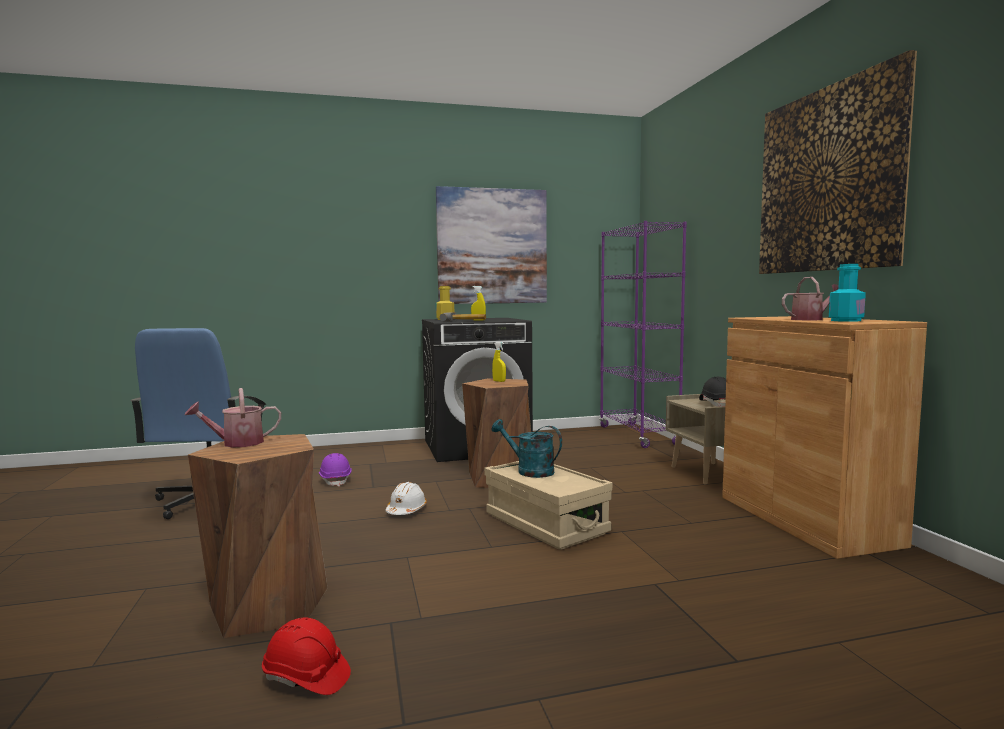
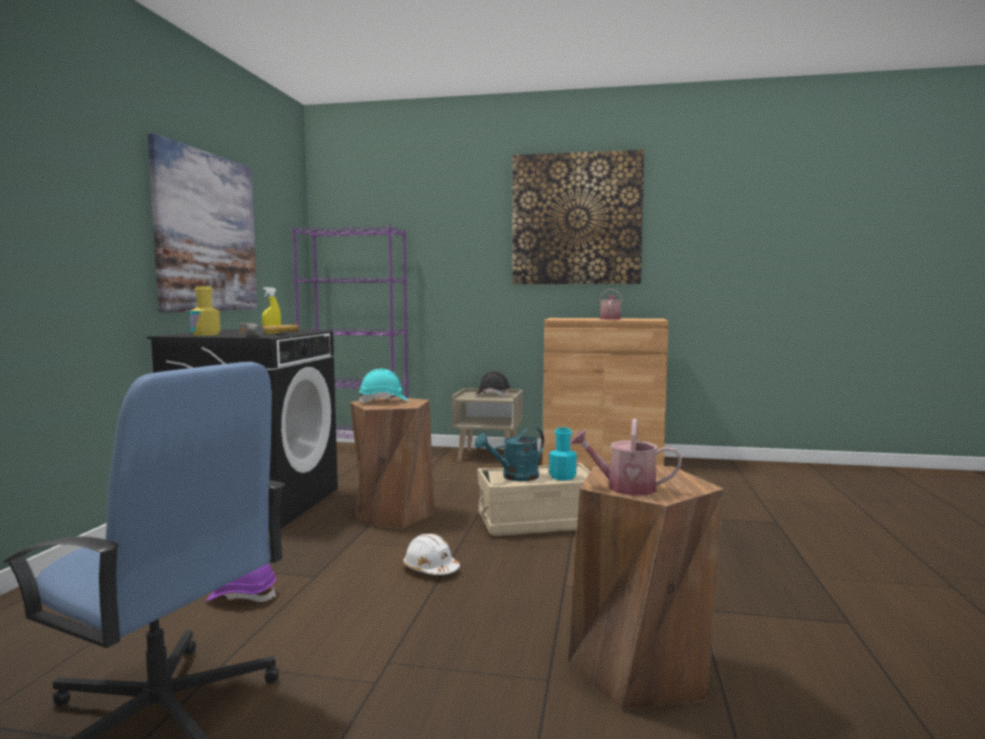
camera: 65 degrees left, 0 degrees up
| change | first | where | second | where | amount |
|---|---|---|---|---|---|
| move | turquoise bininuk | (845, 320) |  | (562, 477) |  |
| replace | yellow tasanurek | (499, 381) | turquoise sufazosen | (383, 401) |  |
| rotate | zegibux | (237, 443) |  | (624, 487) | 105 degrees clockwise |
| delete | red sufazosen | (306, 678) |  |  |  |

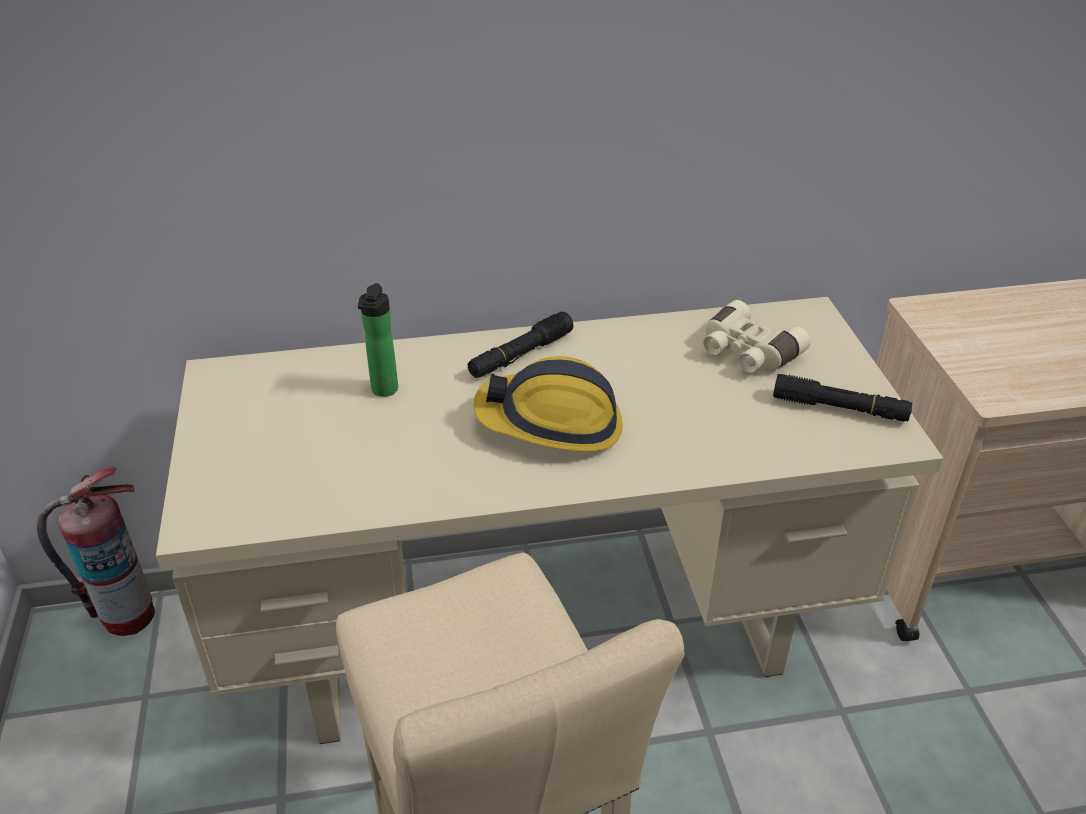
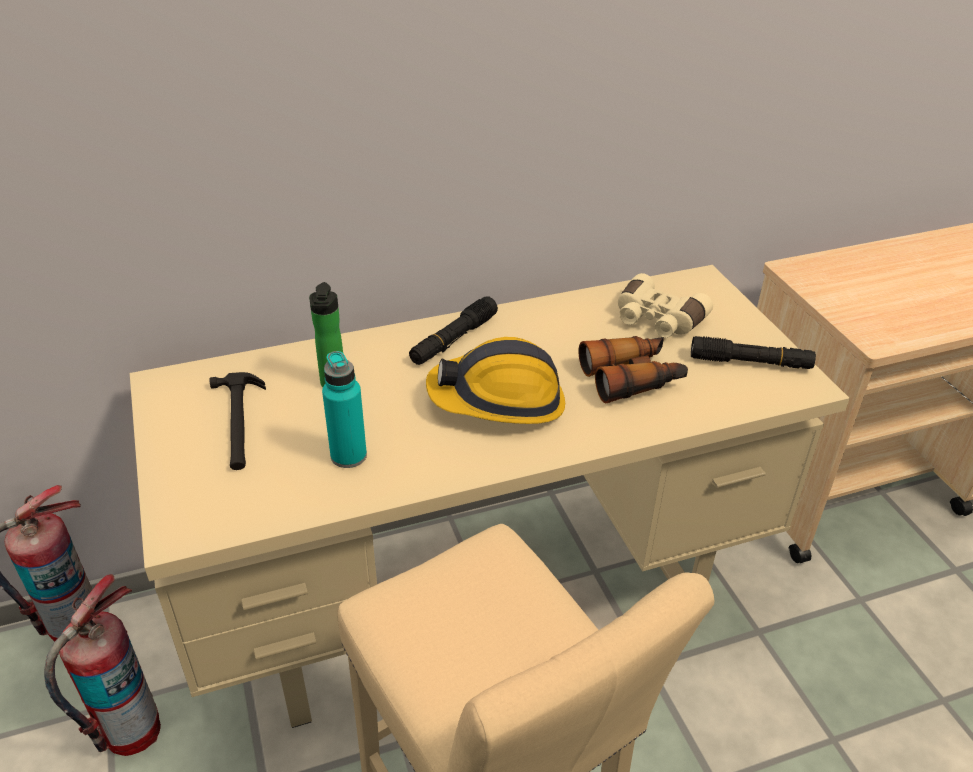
camera: 10 degrees left, 0 degrees up
| change | first | where | second | where | amount |
|---|---|---|---|---|---|
| insert |  |  | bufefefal | (632, 378) |  |
| insert |  |  | turquoise bininuk | (348, 456) |  |
| insert |  |  | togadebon | (239, 422) |  |
| insert |  |  | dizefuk | (130, 731) |  |

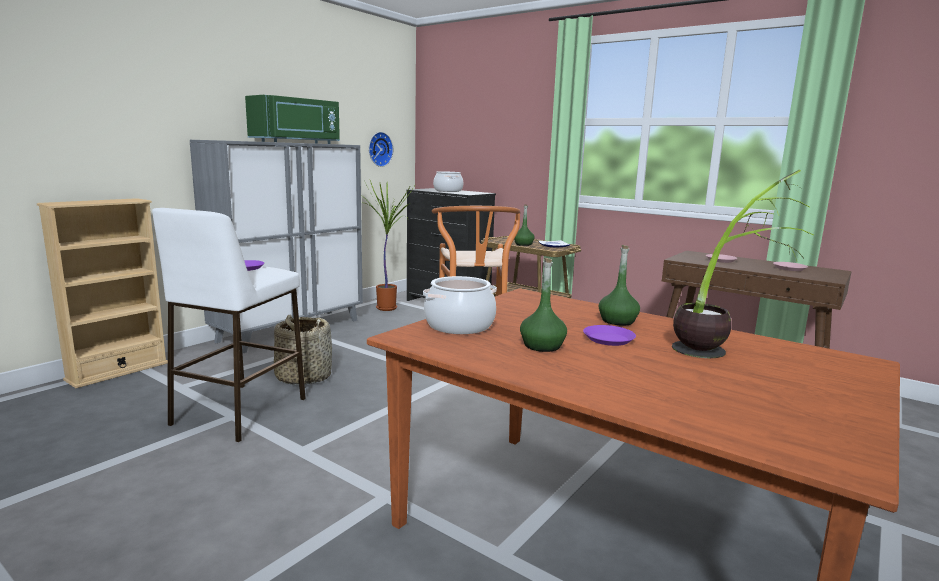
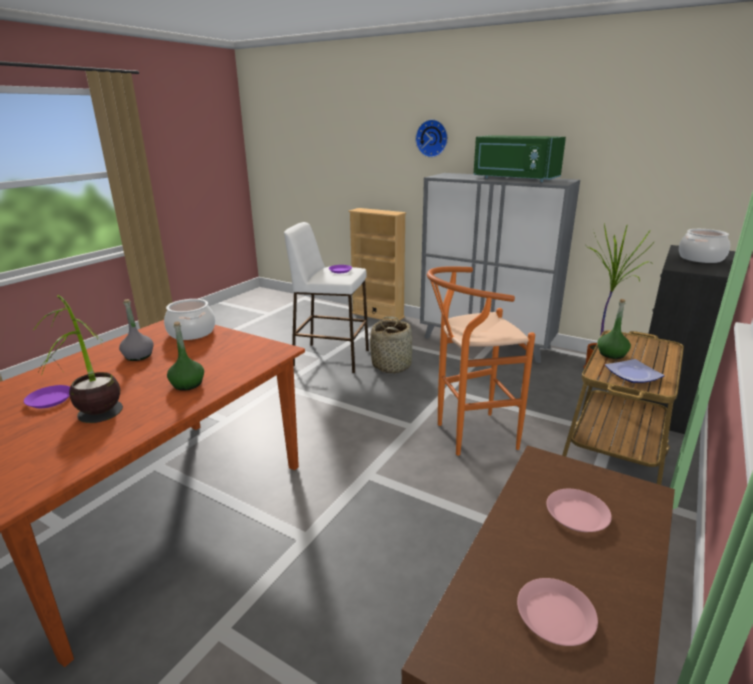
camera: 85 degrees right, 10 degrees up
| change | first | where | second | where | amount |
|---|---|---|---|---|---|
| move | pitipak | (379, 149) |  | (432, 138) |  |
| recolor | green bininuk | (542, 346) | grey bininuk | (138, 356) |  |
| move | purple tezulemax | (609, 339) |  | (49, 400) |  |

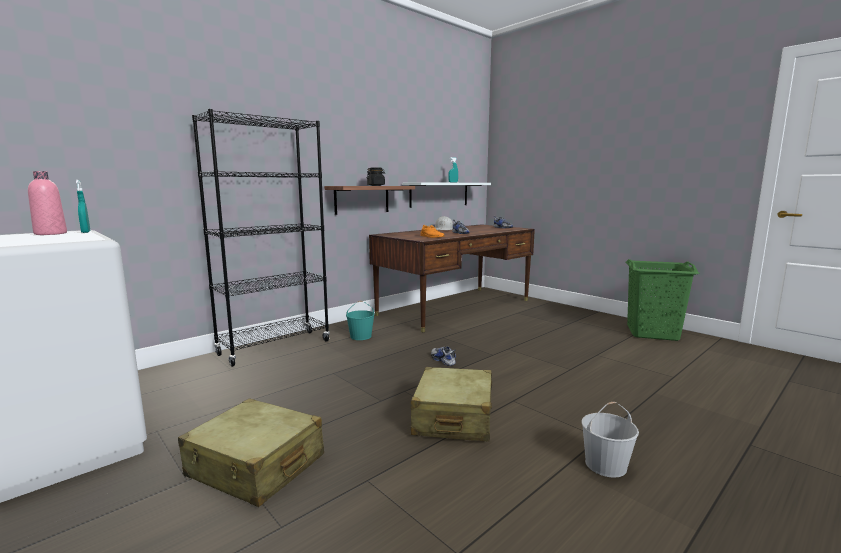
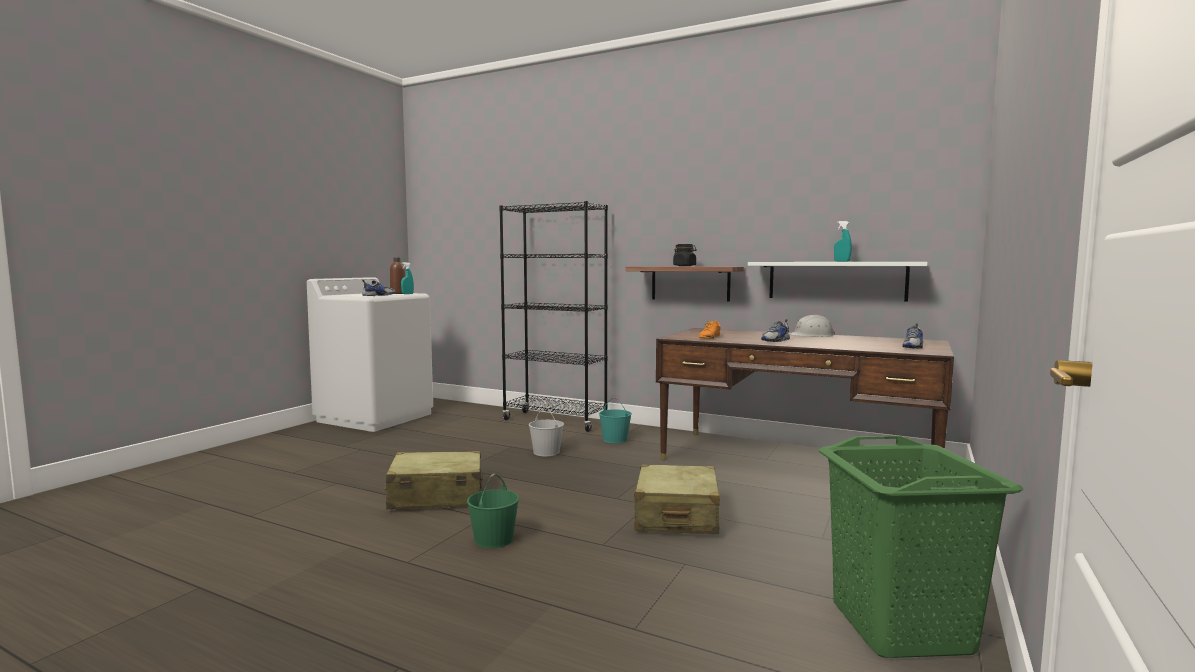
camera: 70 degrees right, 5 degrees down
| change | first | where | second | where | amount |
|---|---|---|---|---|---|
| recolor | pink bininuk | (50, 233) | brown bininuk | (398, 293) |  |
| move | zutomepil | (442, 360) |  | (378, 295) |  |
| move | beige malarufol | (256, 466) |  | (676, 516) |  |
| move | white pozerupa | (605, 465) |  | (546, 452) |  |
| insert |  |  | green pozerupa | (494, 540) |  |

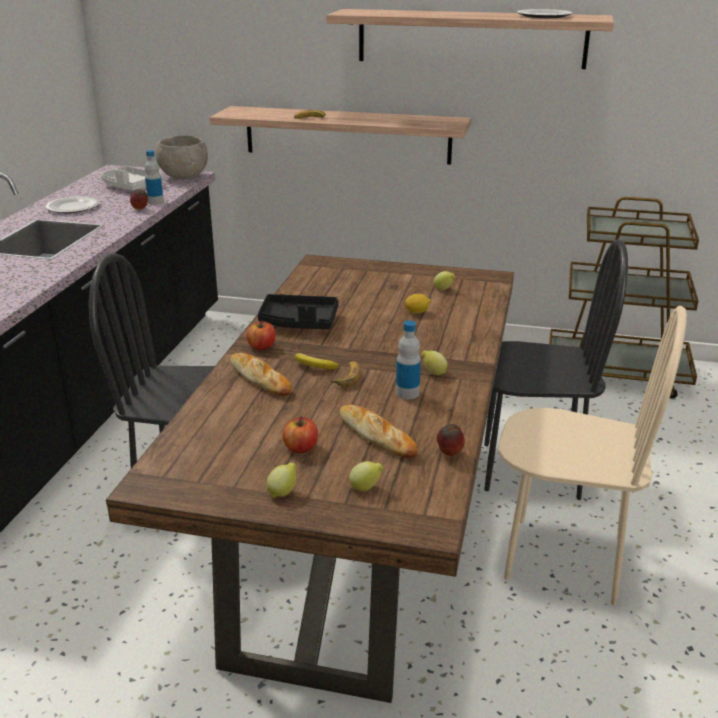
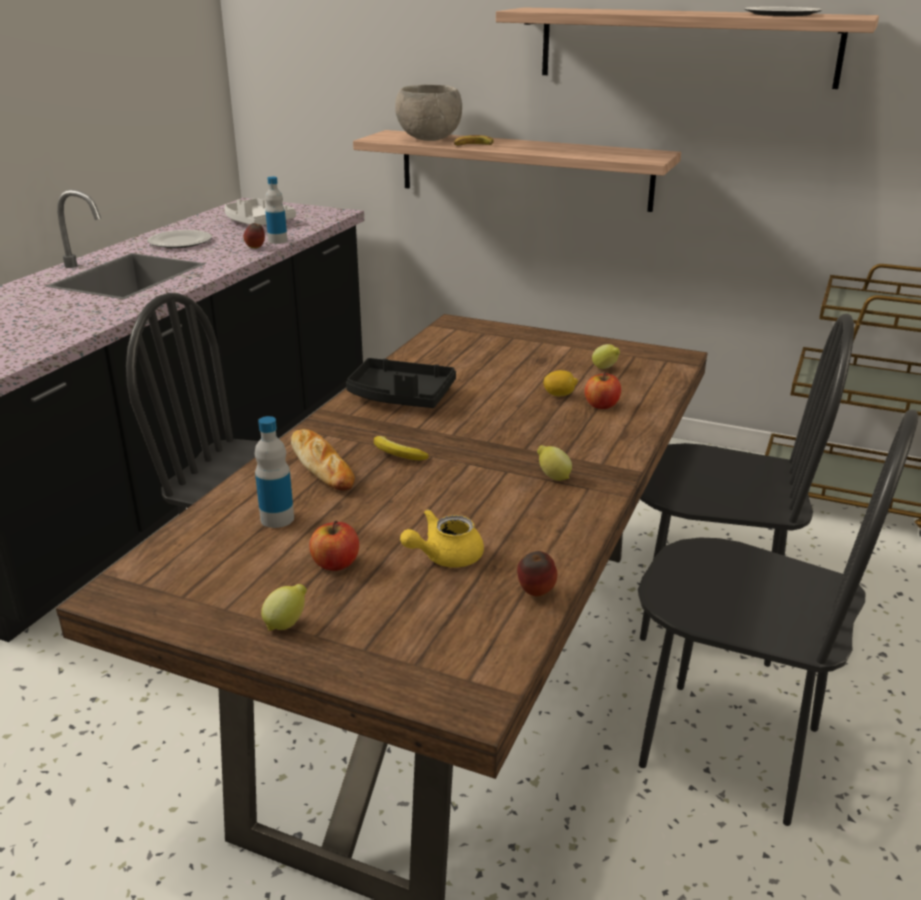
camera: 10 degrees right, 0 degrees up
| change | first | where | second | where | amount |
|---|---|---|---|---|---|
| move | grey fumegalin | (183, 177) |  | (428, 139) |  |
| recolor | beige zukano | (565, 558) | black zukano | (730, 748) |  |
| move | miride | (262, 347) |  | (601, 405) |  |
| move | bininuk | (407, 393) |  | (277, 519) |  |
| delete | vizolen | (347, 377) |  |  |  |
| replace | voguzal | (377, 436) | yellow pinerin | (444, 557) |  |
| delete | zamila | (366, 488) |  |  |  |

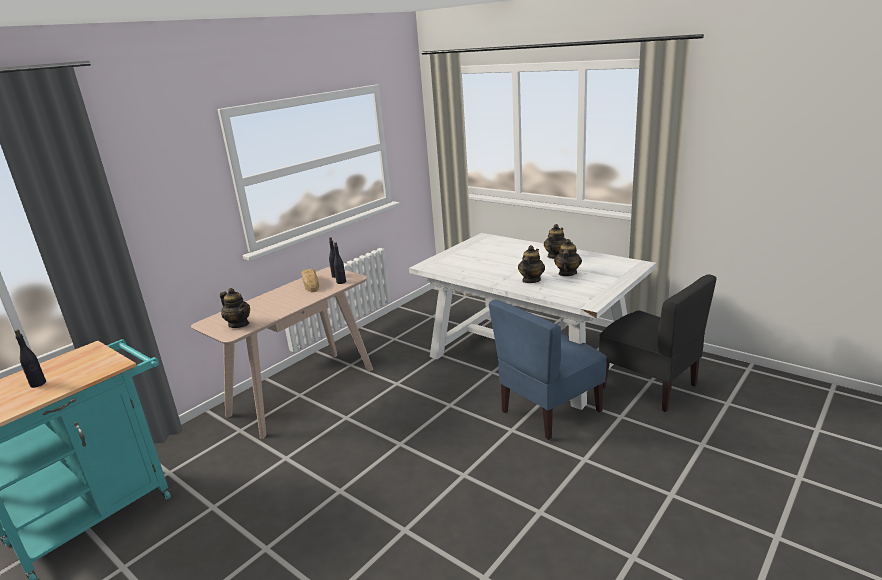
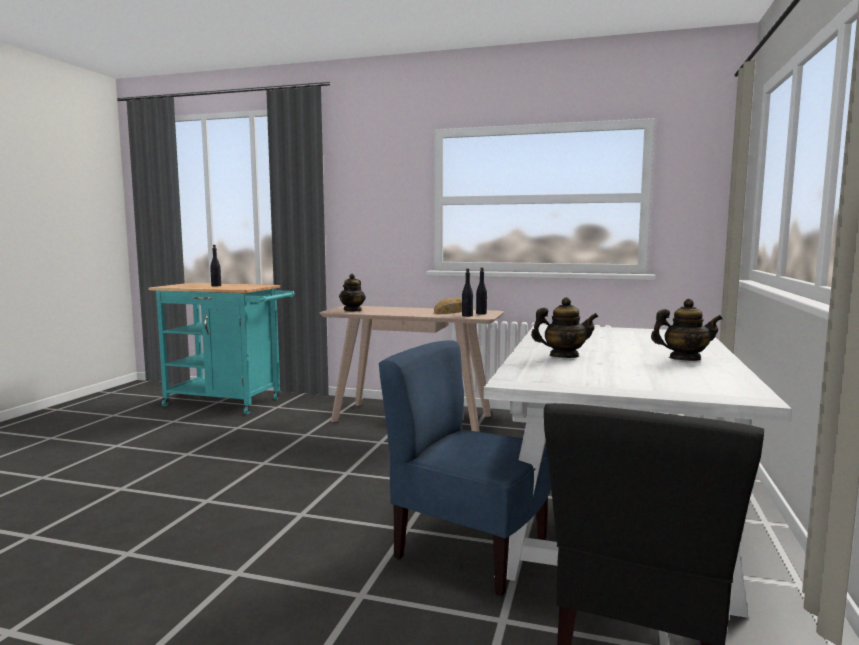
camera: 65 degrees right, 15 degrees down
| change | first | where | second | where | amount |
|---|---|---|---|---|---|
| delete | pinerin | (567, 273) |  |  |  |

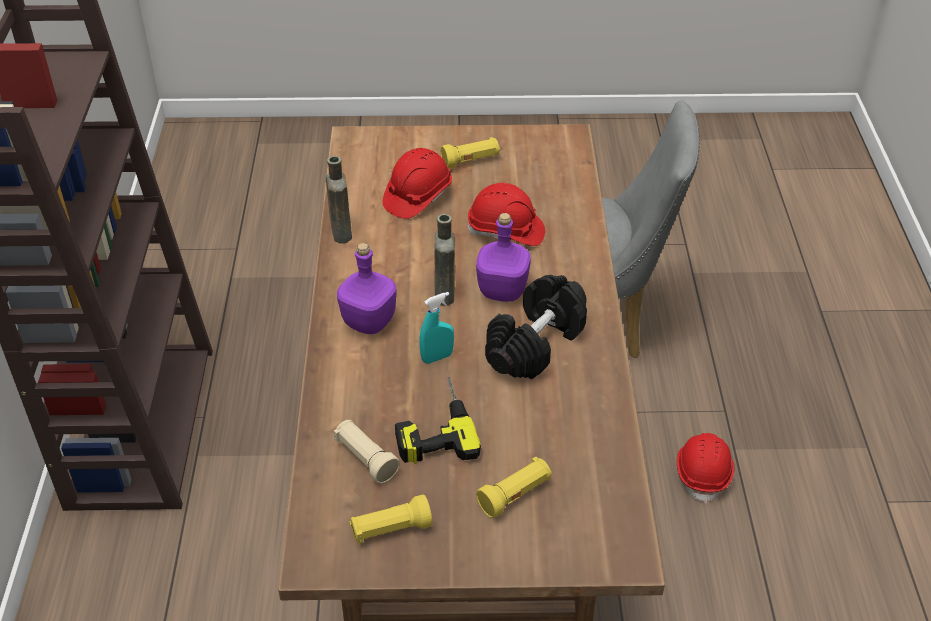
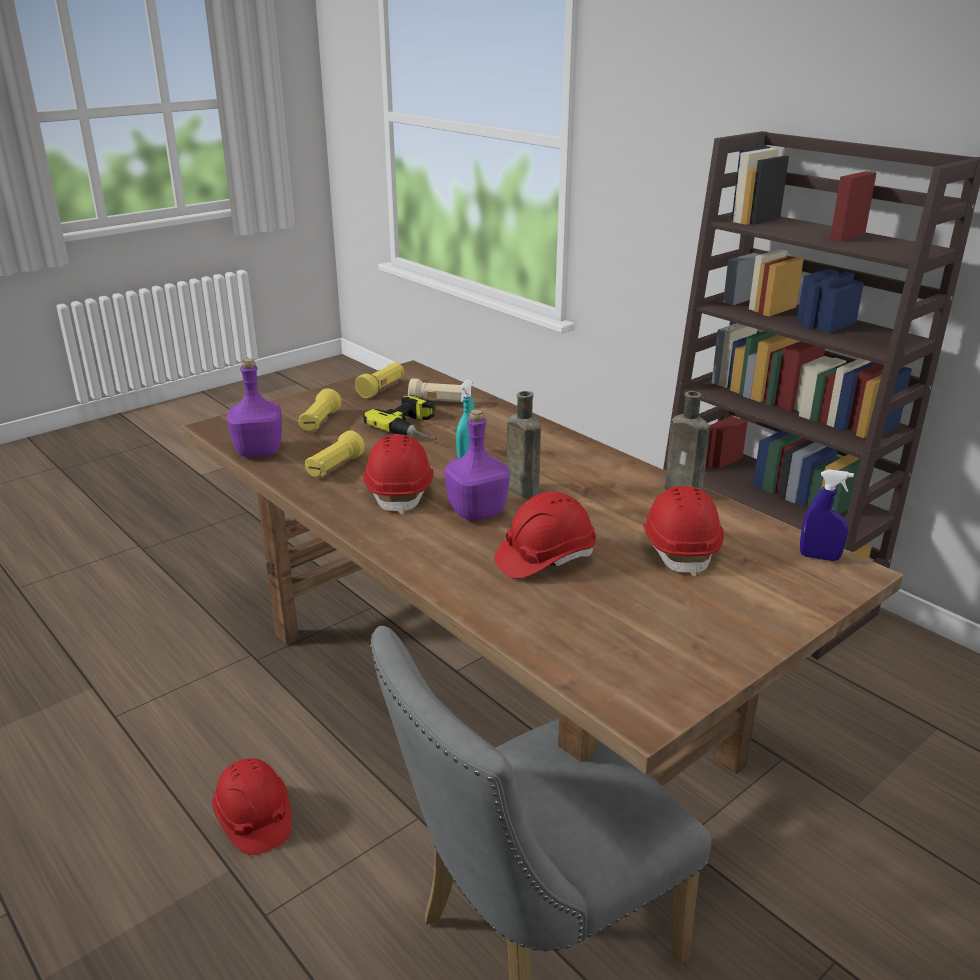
camera: 140 degrees right, 15 degrees down
| change | first | where | second | where | amount |
|---|---|---|---|---|---|
| move | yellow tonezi | (471, 161) |  | (334, 467) |  |
| move | purple bininuk | (369, 321) |  | (259, 452) |  |
| replace | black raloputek | (535, 343) | red sufazosen | (400, 491) |  |
| insert |  |  | blue tasanurek | (819, 557) |  |

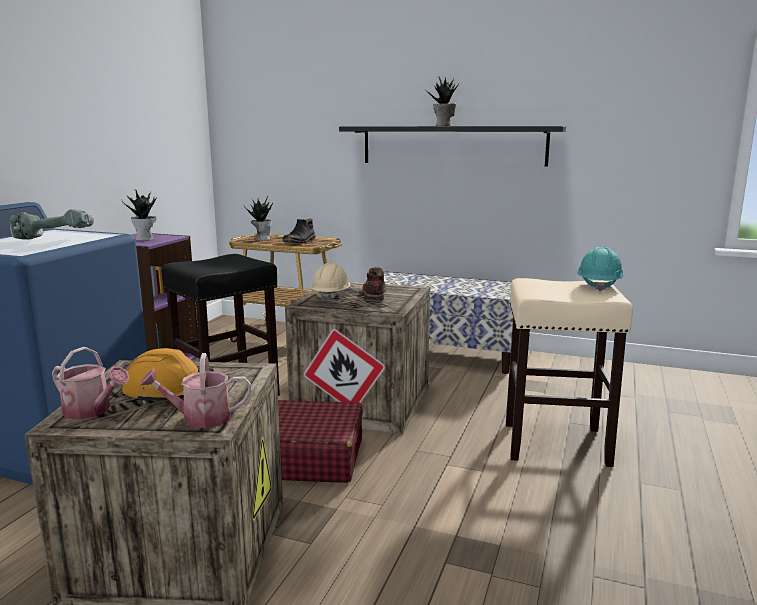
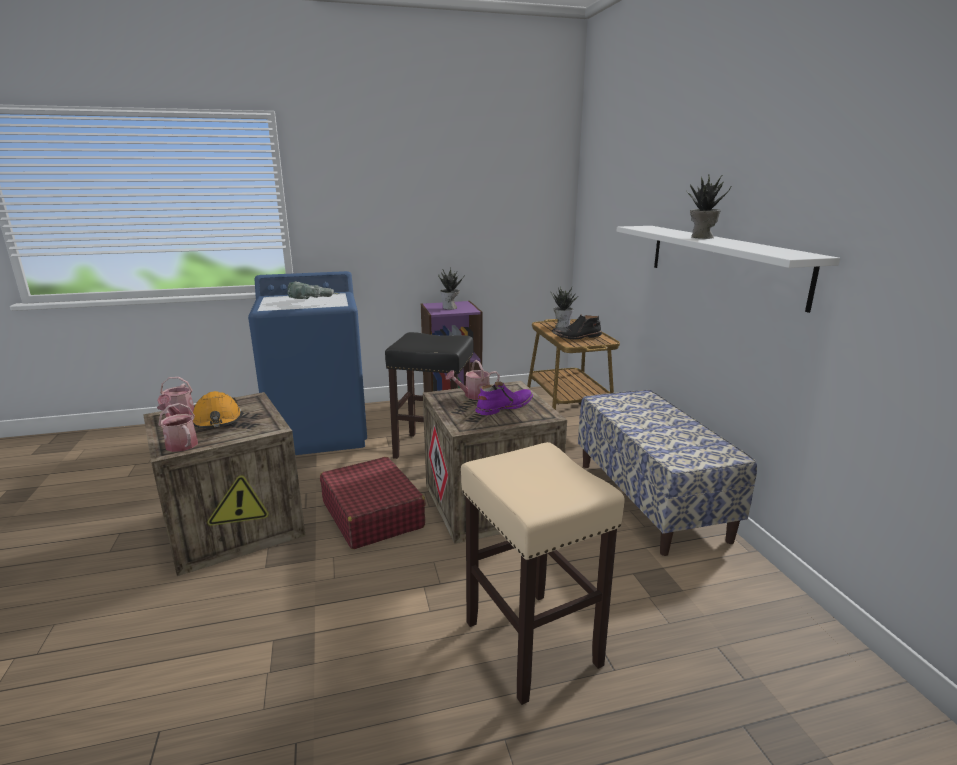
camera: 55 degrees right, 5 degrees up
| change | first | where | second | where | amount |
|---|---|---|---|---|---|
| recolor | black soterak | (452, 145) | white soterak | (721, 262) |  |
| delete | turquoise sufazosen | (598, 285) |  |  |  |
| replace | beige sufazosen | (331, 296) | zegibux | (473, 395) |  |
| recolor | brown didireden | (374, 294) | purple didireden | (503, 407) |  |

